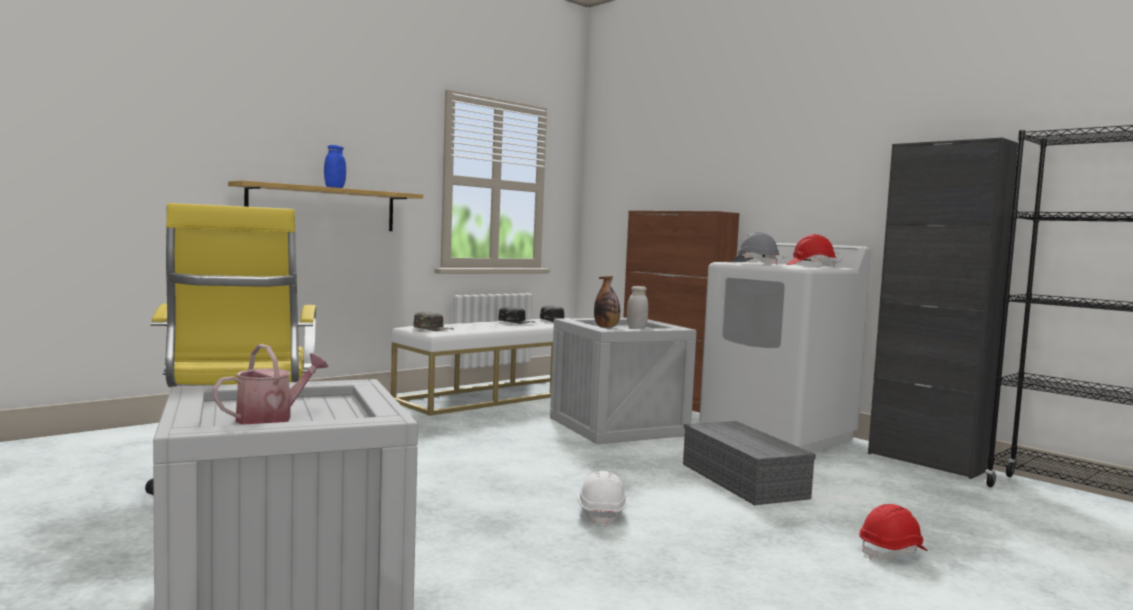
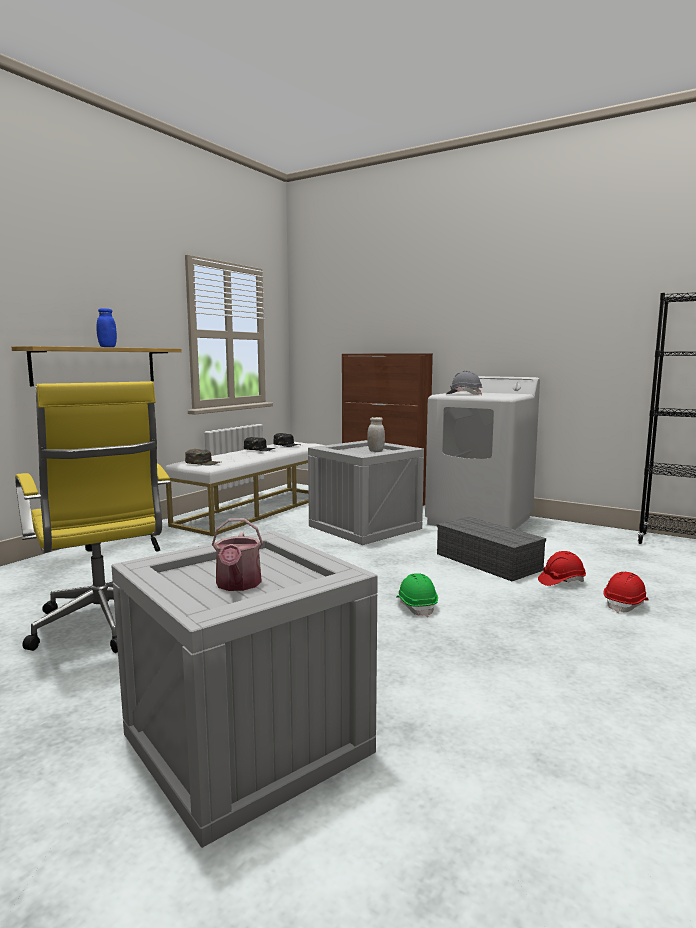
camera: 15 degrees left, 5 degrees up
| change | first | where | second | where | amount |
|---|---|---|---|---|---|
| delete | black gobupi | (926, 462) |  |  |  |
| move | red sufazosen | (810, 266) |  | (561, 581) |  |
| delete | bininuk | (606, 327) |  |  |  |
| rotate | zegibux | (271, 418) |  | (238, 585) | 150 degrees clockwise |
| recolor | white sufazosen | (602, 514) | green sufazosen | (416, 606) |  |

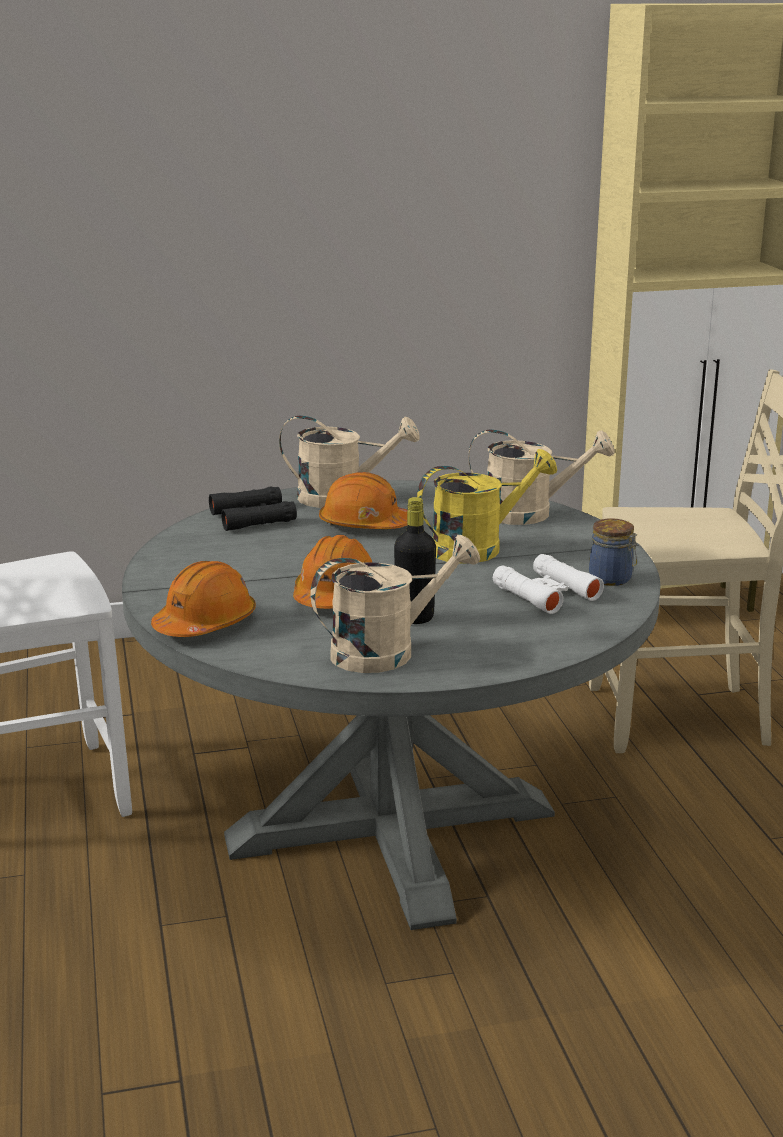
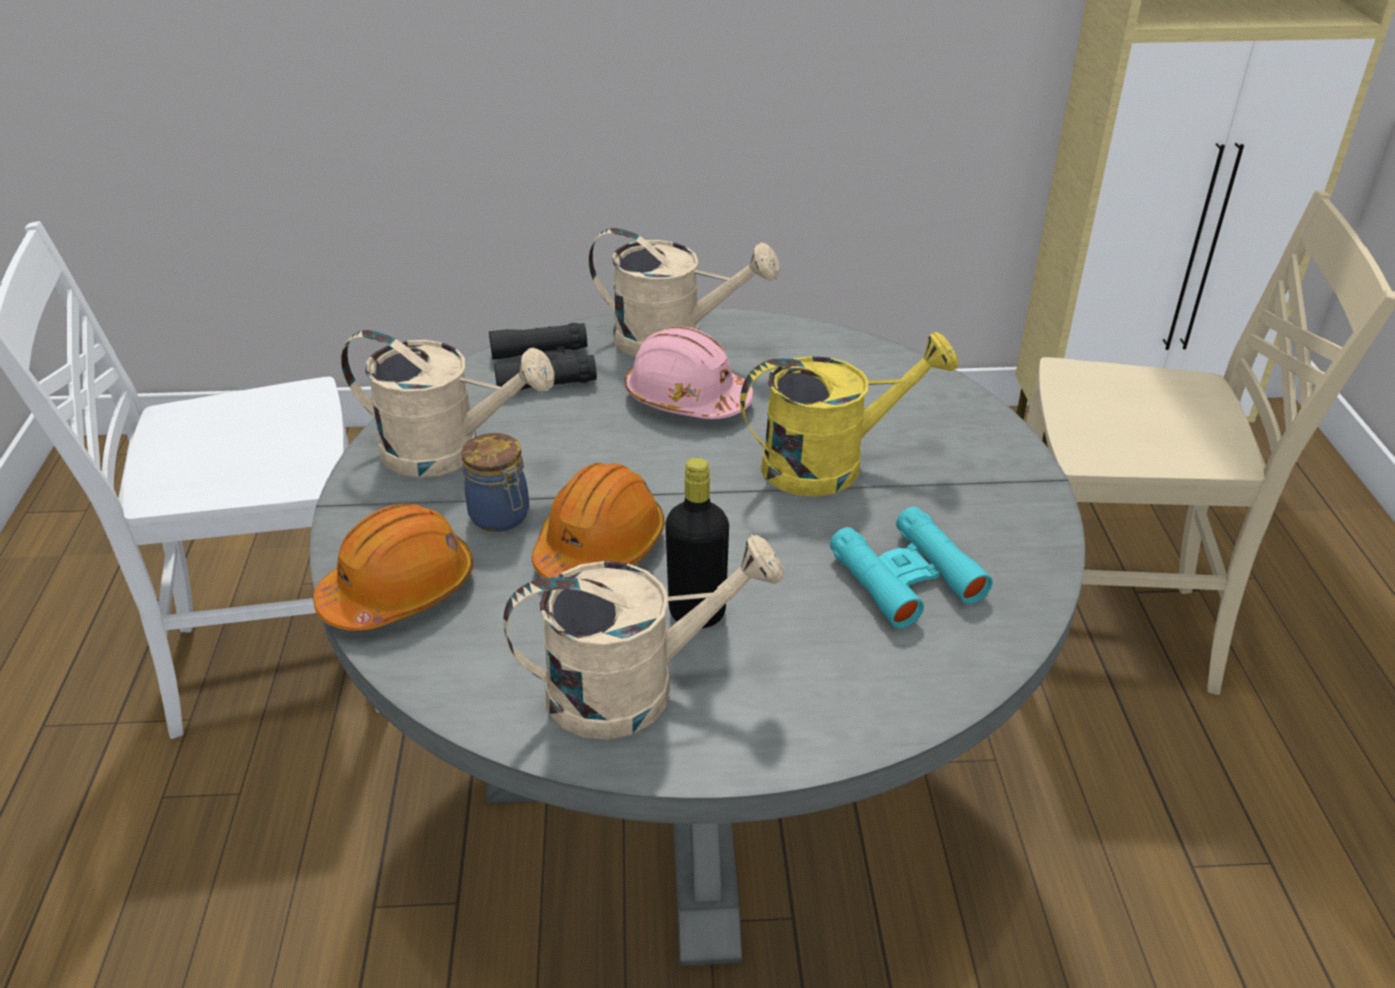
camera: 10 degrees right, 15 degrees up
| change | first | where | second | where | amount |
|---|---|---|---|---|---|
| move | beige zegibux | (530, 514) |  | (449, 452) |  |
| recolor | orange sufazosen | (364, 525) | pink sufazosen | (686, 399) |  |
| move | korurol | (612, 579) |  | (501, 517) |  |
| recolor | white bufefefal | (546, 593) | turquoise bufefefal | (906, 577) |  |

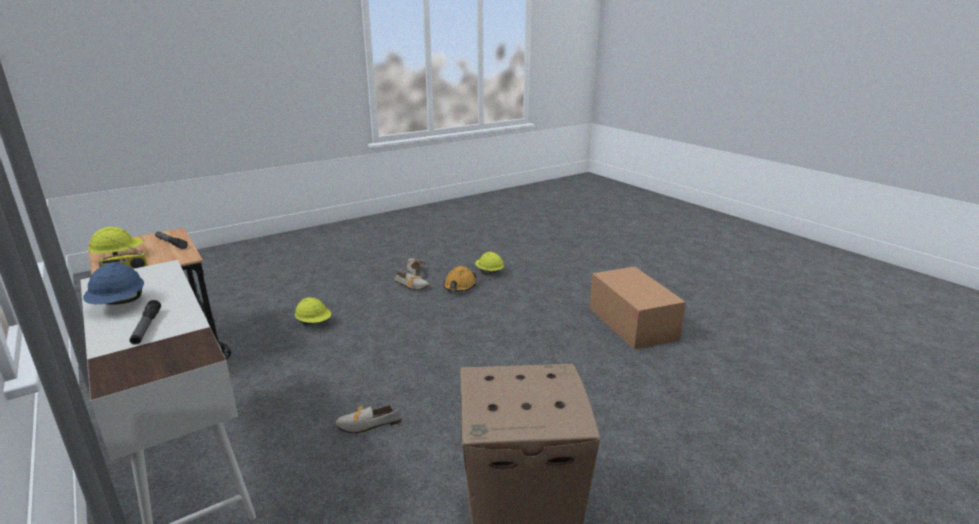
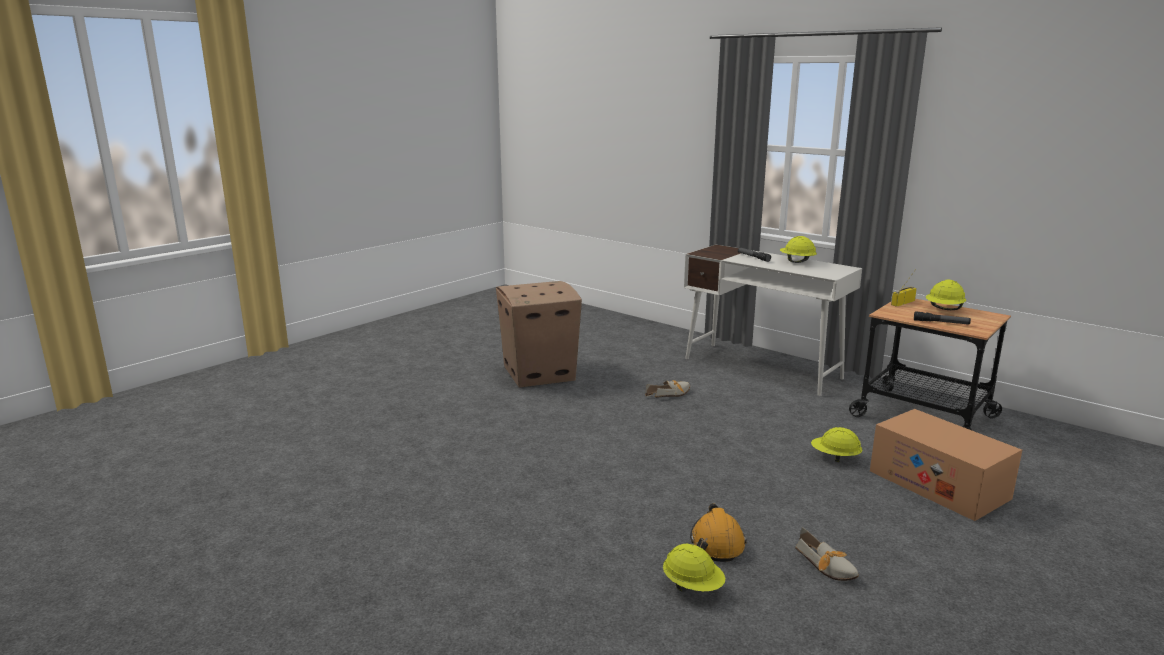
camera: 165 degrees right, 5 degrees down
| change | first | where | second | where | amount |
|---|---|---|---|---|---|
| recolor | blue sufazosen | (119, 304) | yellow sufazosen | (796, 262) |  |
| move | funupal | (632, 323) |  | (938, 484) |  |
| delete | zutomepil | (413, 286) |  |  |  |

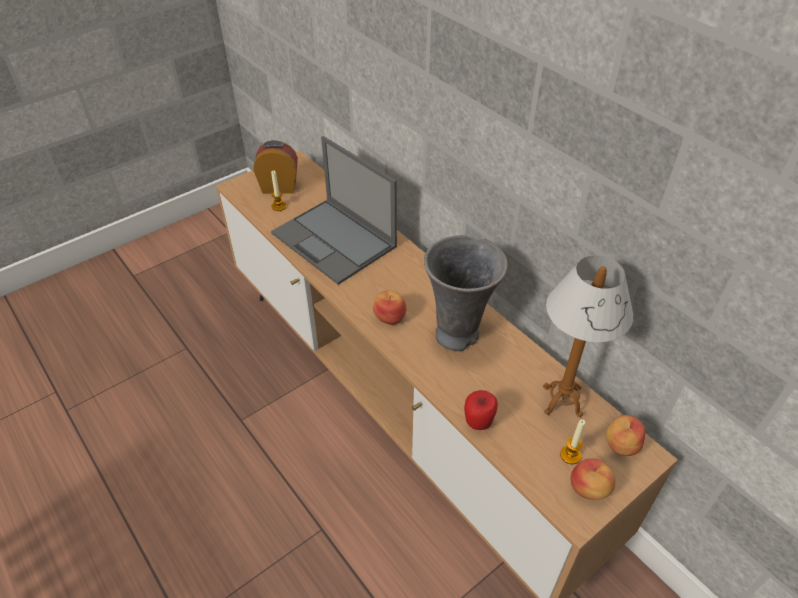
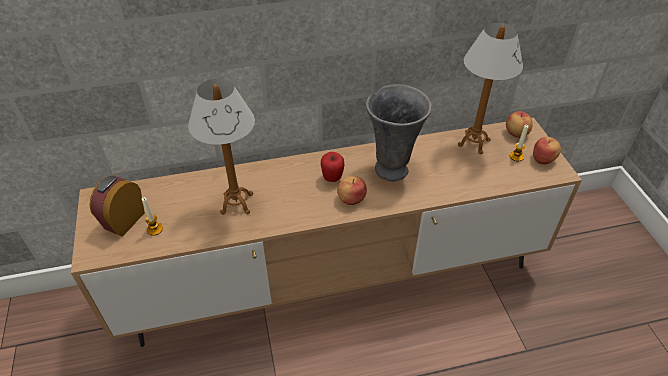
camera: 65 degrees left, 0 degrees up
| change | first | where | second | where | amount |
|---|---|---|---|---|---|
| replace | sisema | (335, 240) | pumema | (237, 204) |  |
| move | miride | (478, 422) |  | (332, 178) |  |

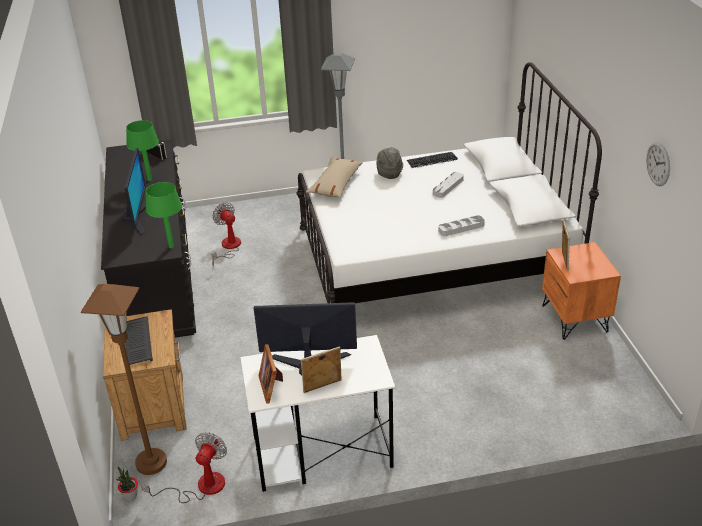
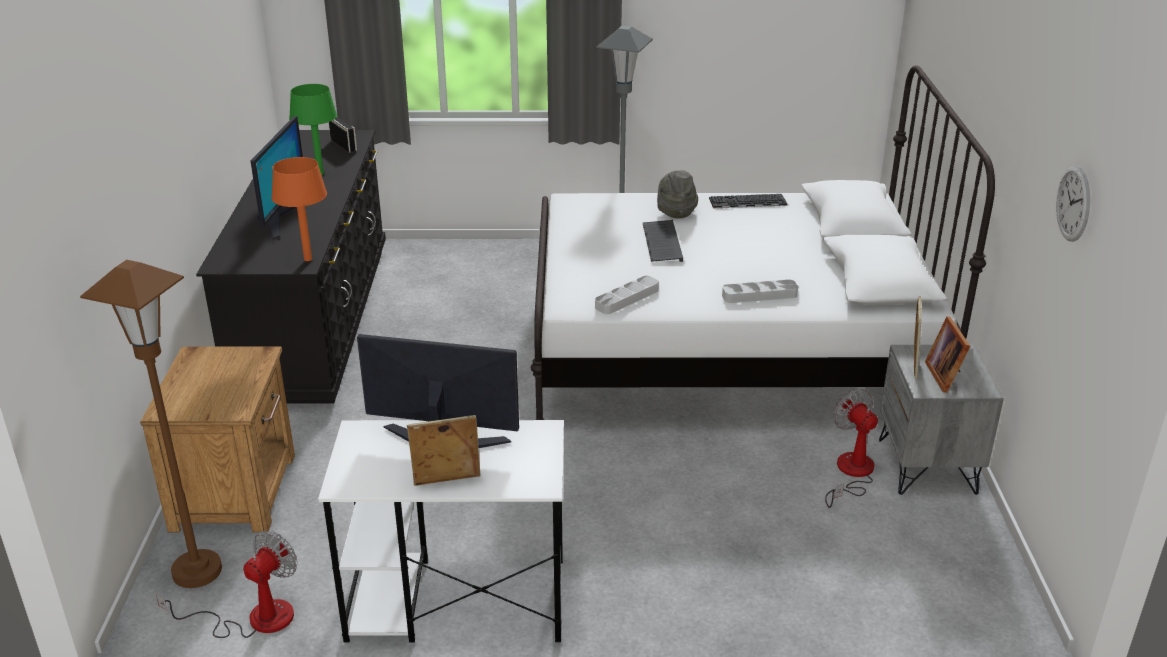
camera: 10 degrees right, 5 degrees down
| change | first | where | second | where | amount |
|---|---|---|---|---|---|
| delete | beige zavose | (335, 184) |  |  |  |
| move | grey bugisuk | (448, 187) |  | (627, 298) |  |
| recolor | green pumema | (171, 246) | orange pumema | (308, 259) |  |
| move | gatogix | (228, 247) |  | (851, 473) |  |
| recolor | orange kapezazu | (575, 319) | grey kapezazu | (928, 466) |  |
| move | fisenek | (137, 341) |  | (661, 242) |  |
| move | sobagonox | (272, 386) |  | (946, 375) |  |
| delete | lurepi | (130, 496) |  |  |  |

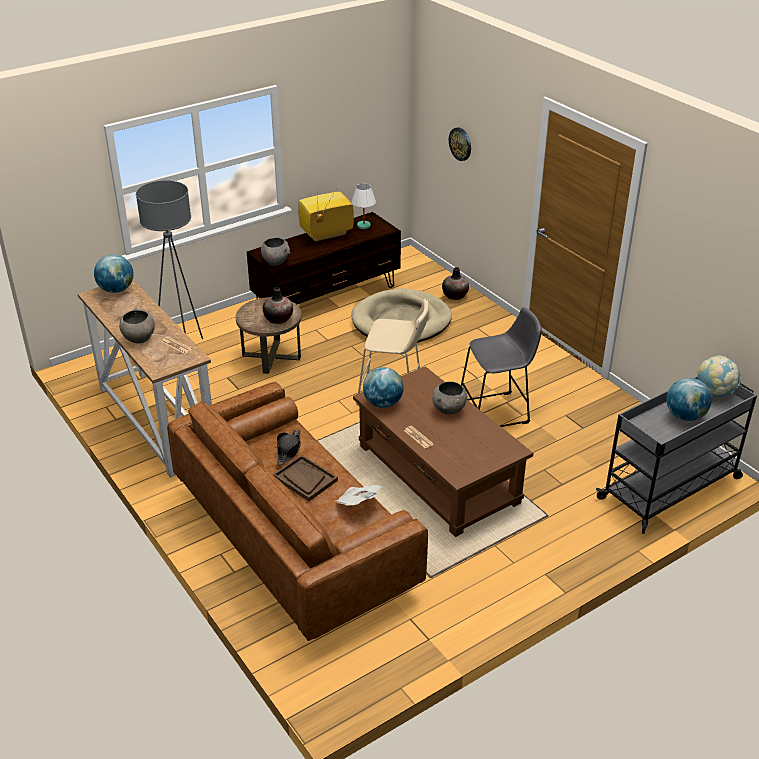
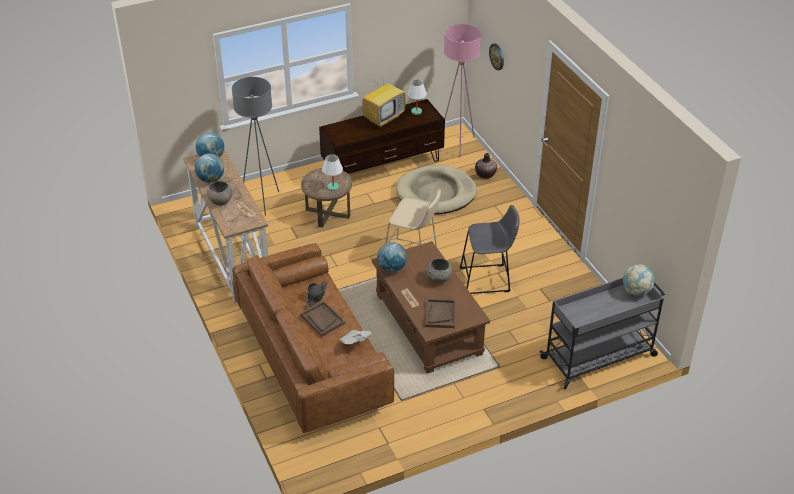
camera: 10 degrees right, 5 degrees up
| change | first | where | second | where | amount |
|---|---|---|---|---|---|
| rotate | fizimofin | (326, 235) |  | (384, 118) | 150 degrees clockwise |
| delete | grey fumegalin | (276, 262) |  |  |  |
| replace | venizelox | (278, 319) | white pumema | (333, 187) |  |
| move | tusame | (685, 416) |  | (211, 179) |  |
| insert |  |  | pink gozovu | (457, 144) |  |
| insert |  |  | brown bugisuk | (440, 314) |  |

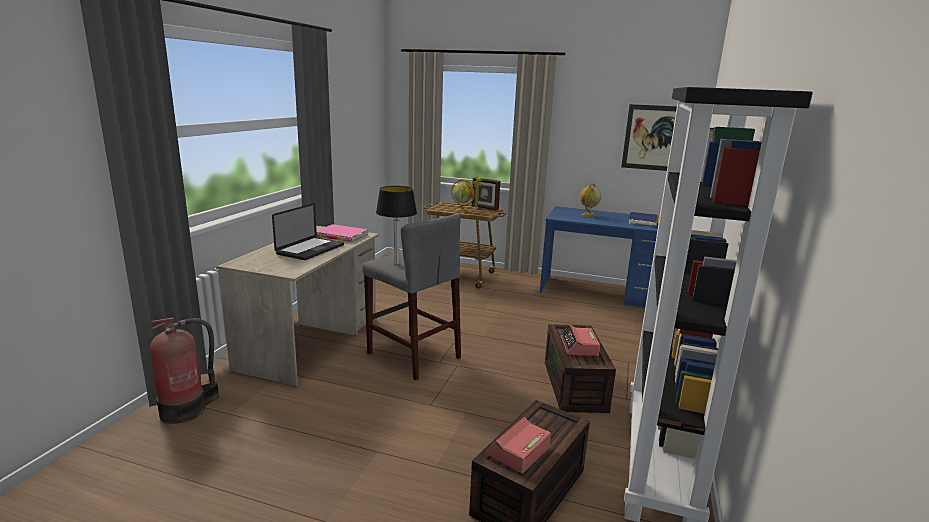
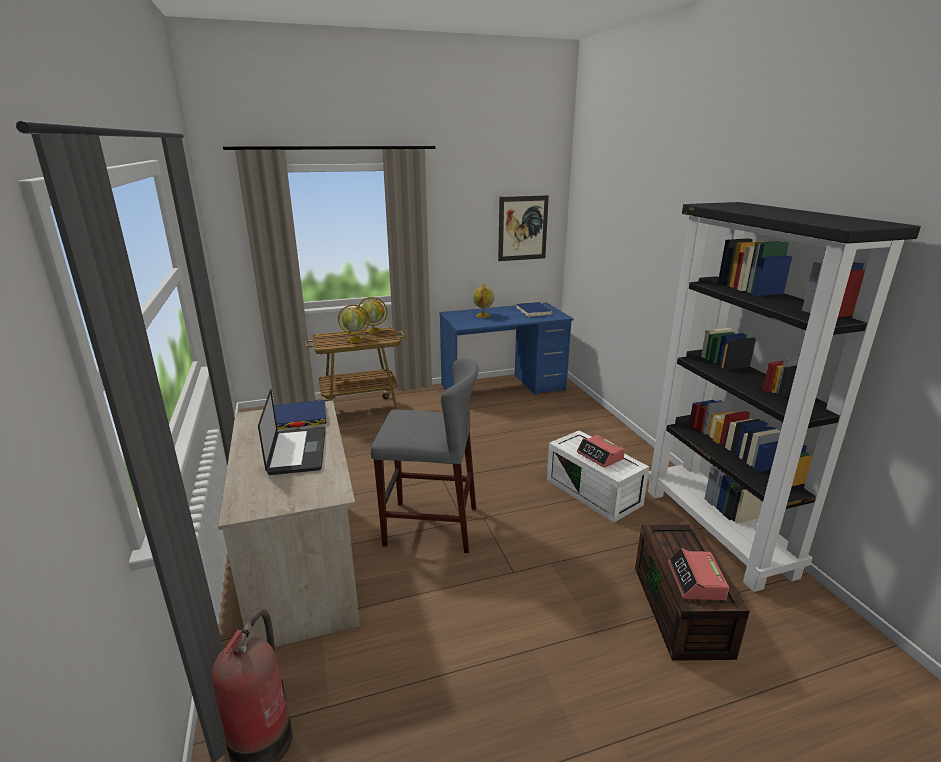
camera: 35 degrees left, 5 degrees up
| change | first | where | second | where | amount |
|---|---|---|---|---|---|
| replace | sobagonox | (484, 208) | tusame | (374, 331) |  |
| delete | pumema | (397, 263) |  |  |  |
| recolor | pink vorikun | (341, 236) | blue vorikun | (297, 418) |  |
| recolor | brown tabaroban | (576, 386) | white tabaroban | (595, 492) |  |

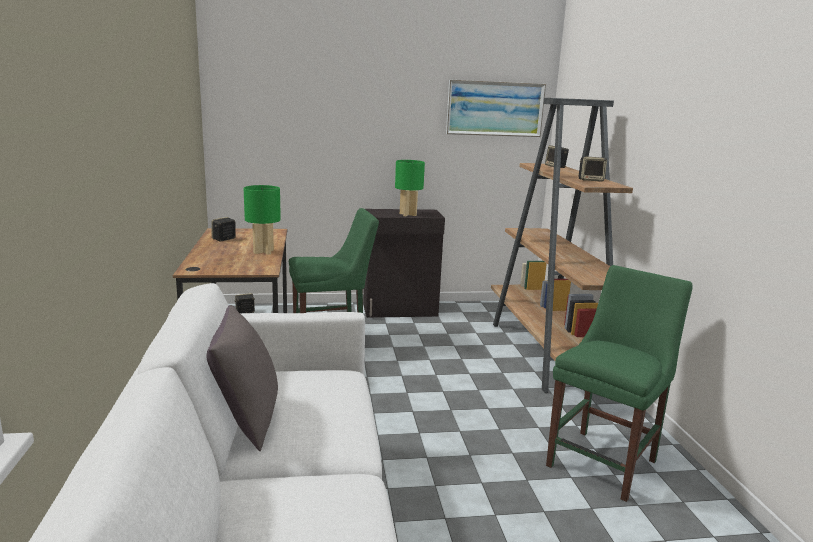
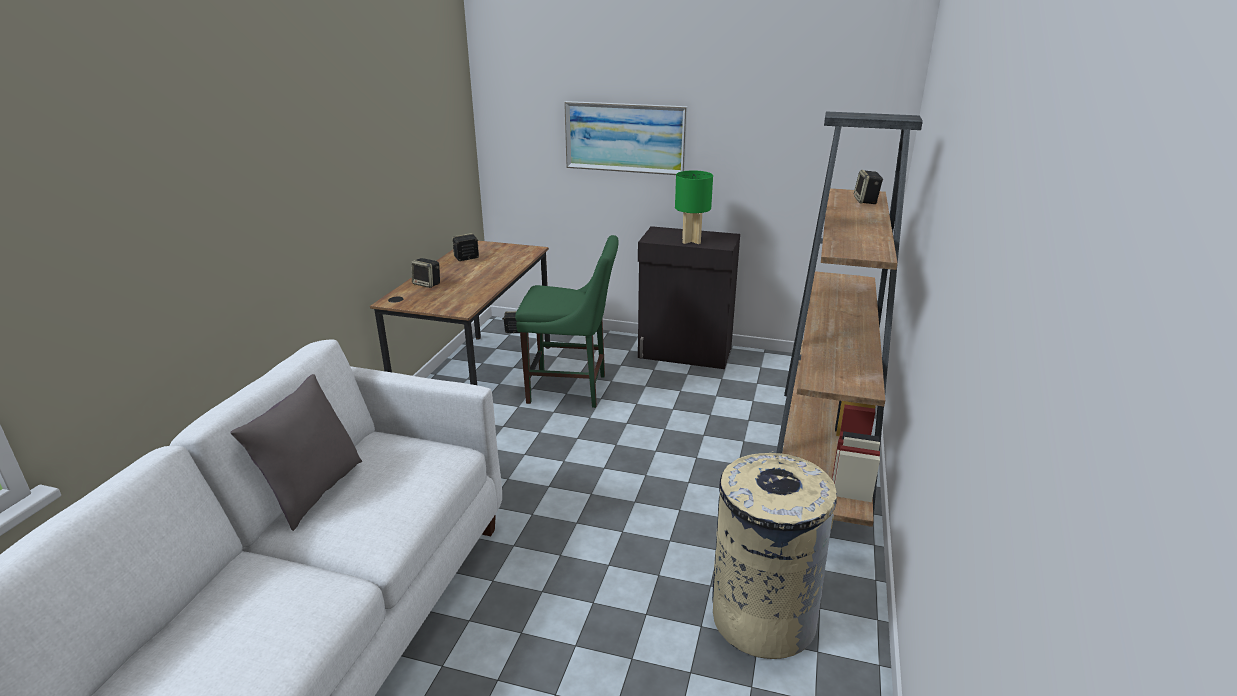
camera: 25 degrees right, 10 degrees up
| change | first | where | second | where | amount |
|---|---|---|---|---|---|
| move | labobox | (495, 108) |  | (625, 137) |  |
| move | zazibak | (591, 180) |  | (427, 284) |  |
| delete | green pumema | (263, 251) |  |  |  |
| replace | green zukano | (605, 461) | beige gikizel | (762, 617) |  |

